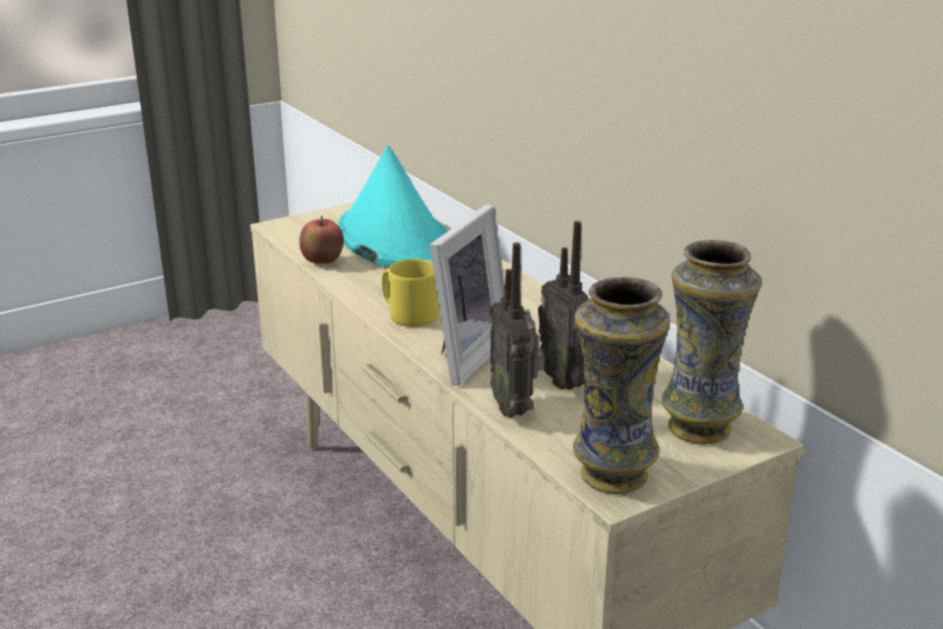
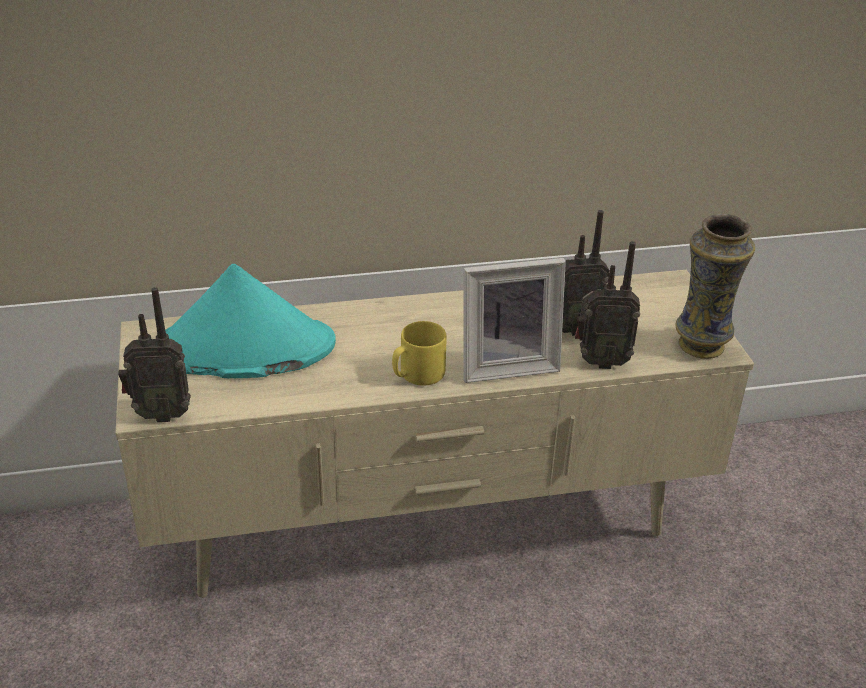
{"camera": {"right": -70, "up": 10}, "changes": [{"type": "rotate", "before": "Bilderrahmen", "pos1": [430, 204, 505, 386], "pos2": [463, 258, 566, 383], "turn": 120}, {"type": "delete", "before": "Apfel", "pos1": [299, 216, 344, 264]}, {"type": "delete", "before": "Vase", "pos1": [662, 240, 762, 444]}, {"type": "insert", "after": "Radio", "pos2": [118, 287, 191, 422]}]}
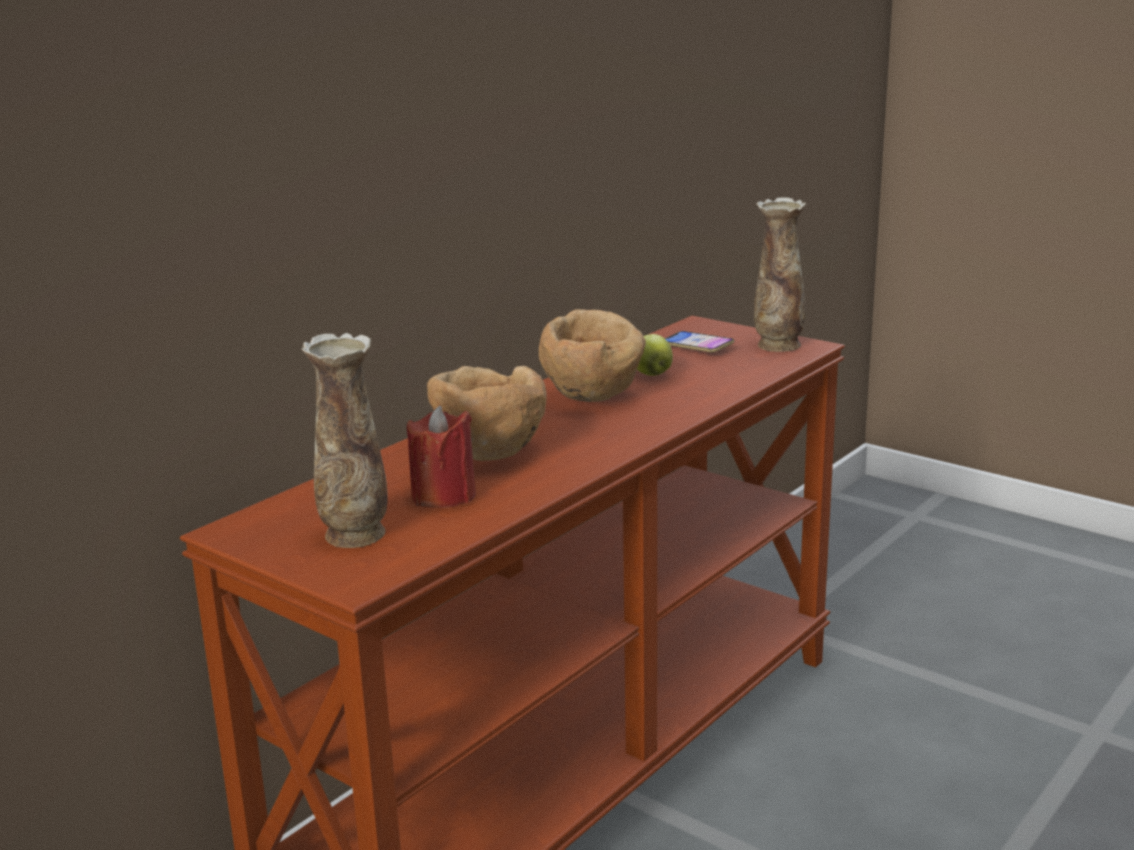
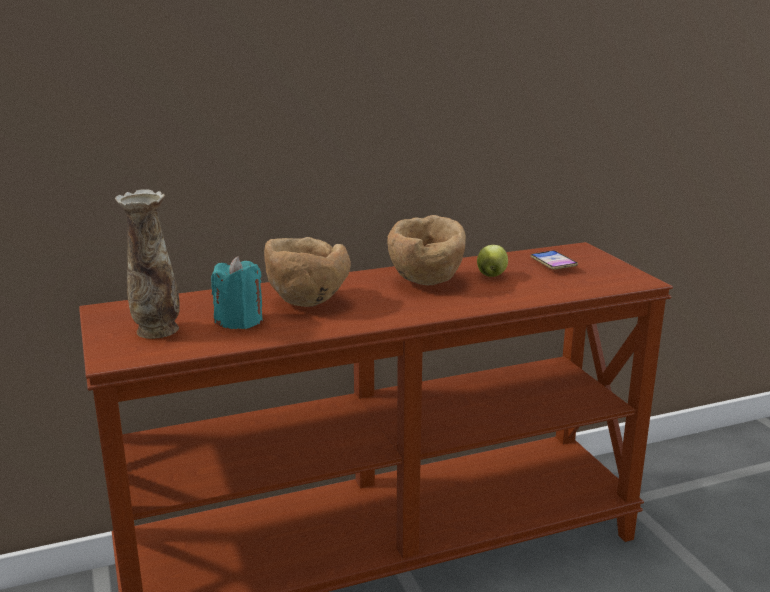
{"camera": {"right": 30, "up": 0}, "changes": [{"type": "delete", "before": "Vase", "pos1": [754, 197, 806, 352]}, {"type": "recolor", "before": "Kerze (rot)", "after": "Kerze (türkis)", "pos1": [407, 405, 476, 508], "pos2": [211, 256, 263, 329]}]}
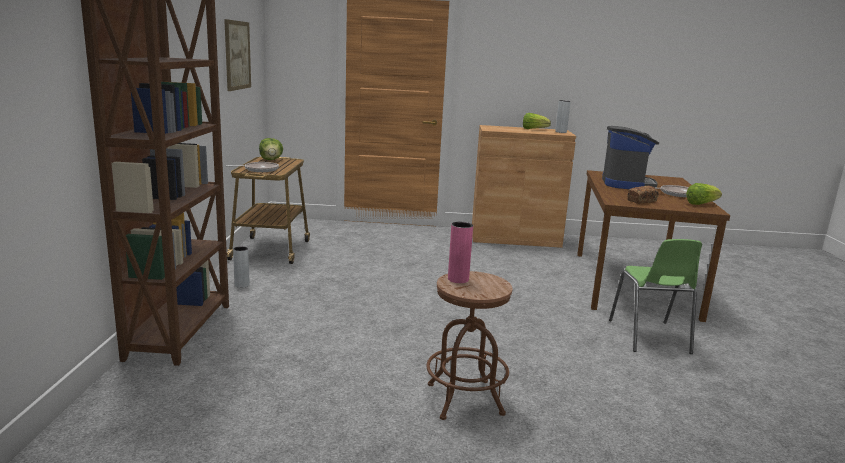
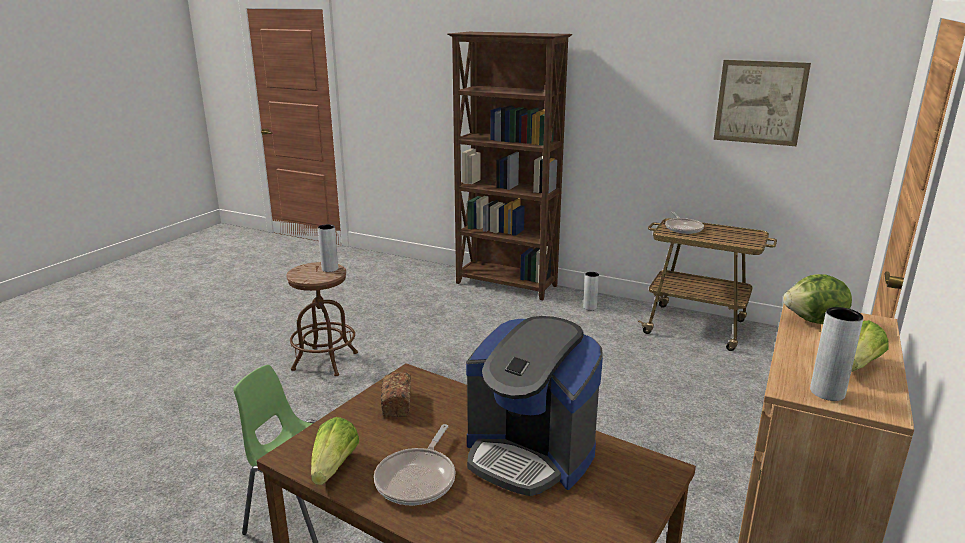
{"camera": {"right": 115, "up": 5}, "changes": [{"type": "move", "before": "Salatkopf", "pos1": [259, 138, 283, 160], "pos2": [783, 274, 852, 324]}, {"type": "recolor", "before": "Vase (rosa)", "after": "Vase (grau)", "pos1": [448, 222, 473, 283], "pos2": [318, 224, 338, 272]}]}
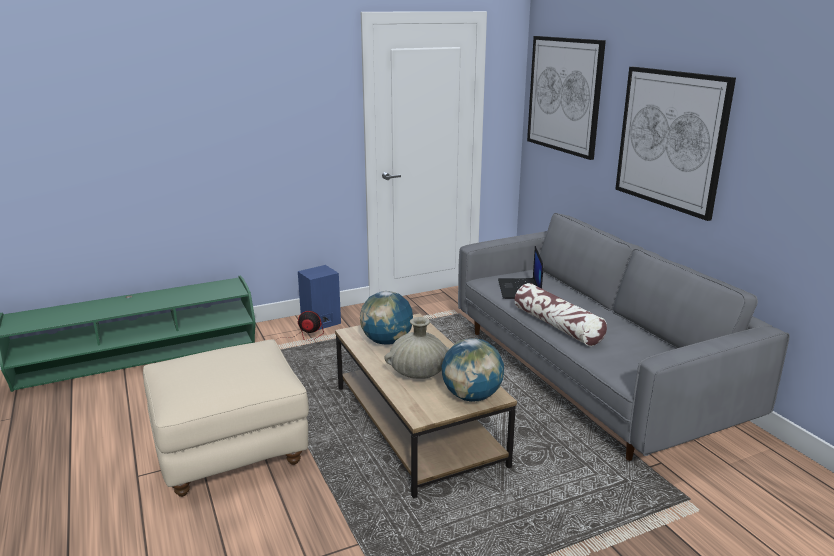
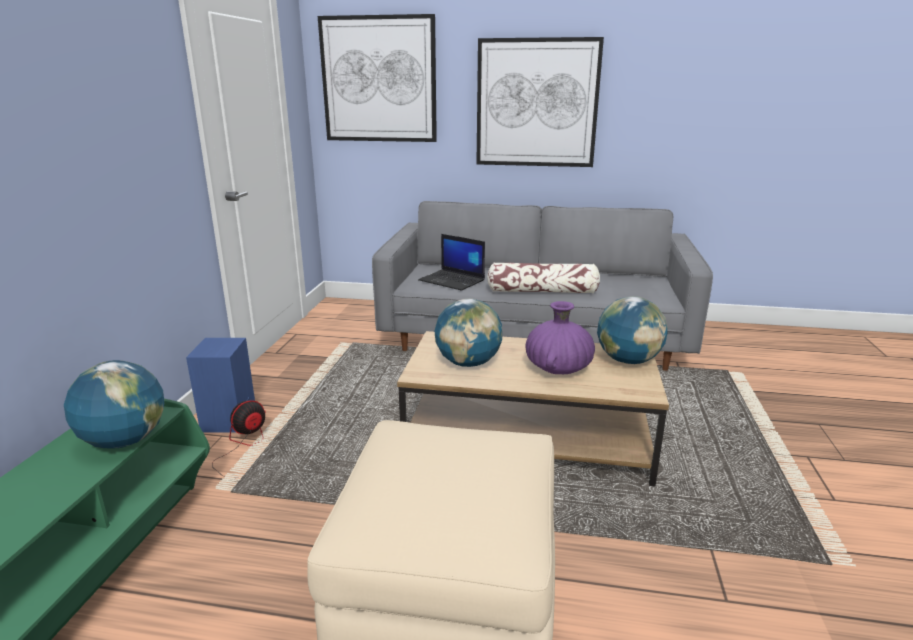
{"camera": {"right": -55, "up": 0}, "changes": [{"type": "recolor", "before": "Vase (beige)", "after": "Vase (lila)", "pos1": [384, 317, 450, 379], "pos2": [526, 301, 595, 374]}, {"type": "insert", "after": "Globus", "pos2": [64, 360, 164, 448]}]}
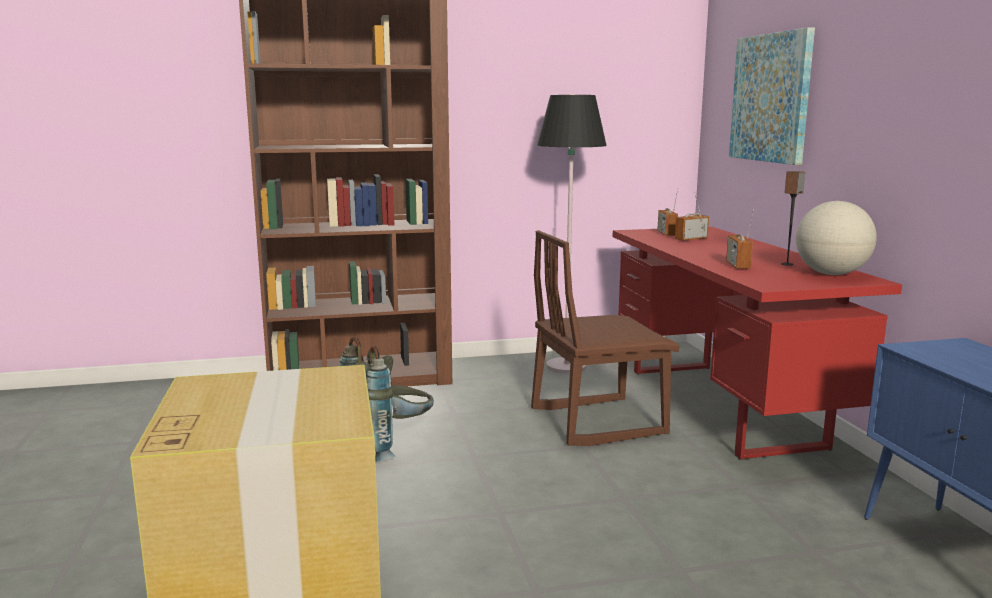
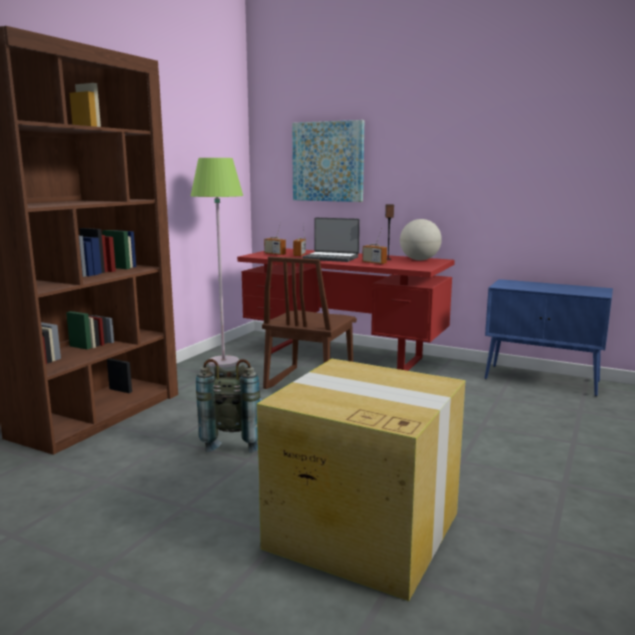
{"camera": {"right": -50, "up": 0}, "changes": [{"type": "recolor", "before": "Stehlampe (schwarz)", "after": "Stehlampe (grün)", "pos1": [537, 95, 607, 374], "pos2": [191, 158, 243, 368]}, {"type": "insert", "after": "Laptop", "pos2": [302, 217, 360, 262]}]}
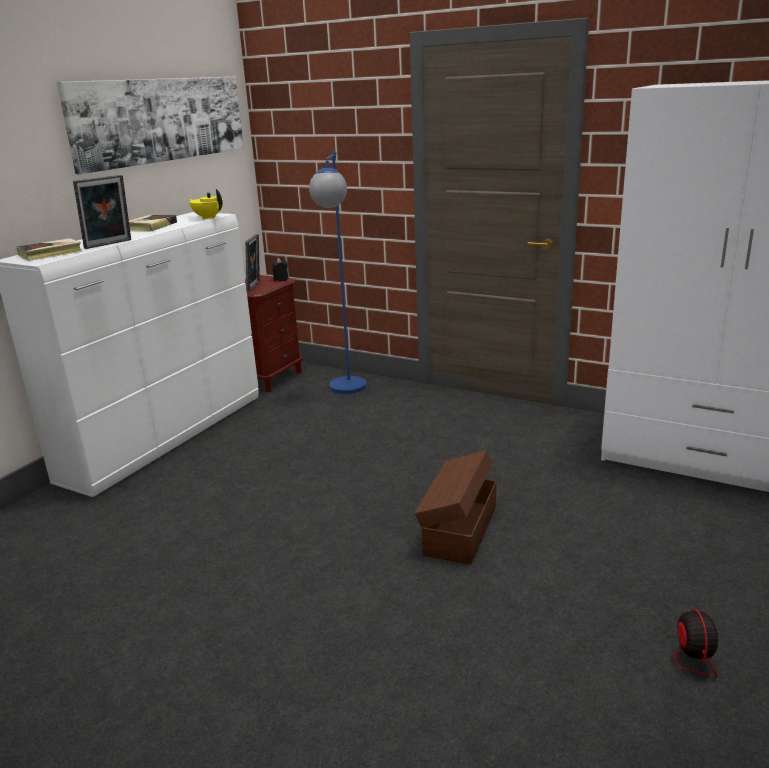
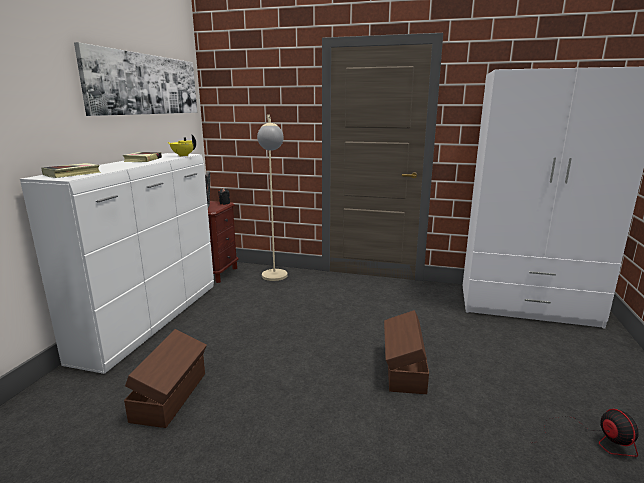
{"camera": {"right": -15, "up": -5}, "changes": [{"type": "recolor", "before": "Stehlampe (blau)", "after": "Stehlampe (beige)", "pos1": [309, 152, 367, 394], "pos2": [257, 114, 288, 281]}, {"type": "delete", "before": "Bilderrahmen", "pos1": [73, 175, 131, 249]}, {"type": "insert", "after": "Aufbewahrungsbox (braun)", "pos2": [124, 329, 207, 428]}]}
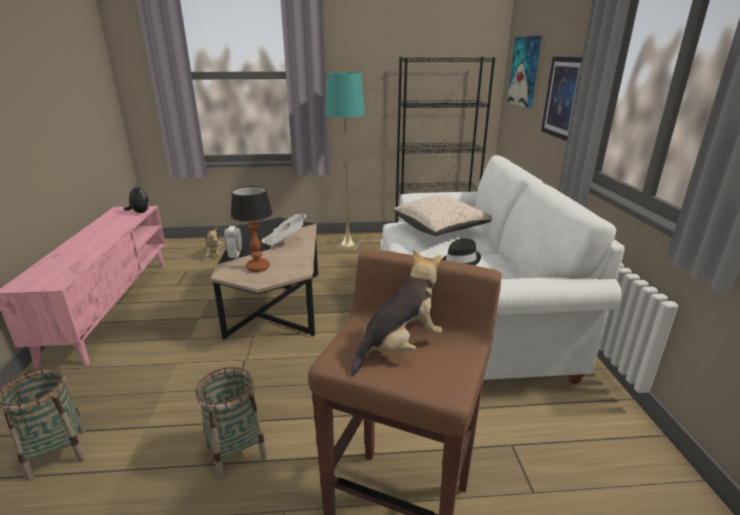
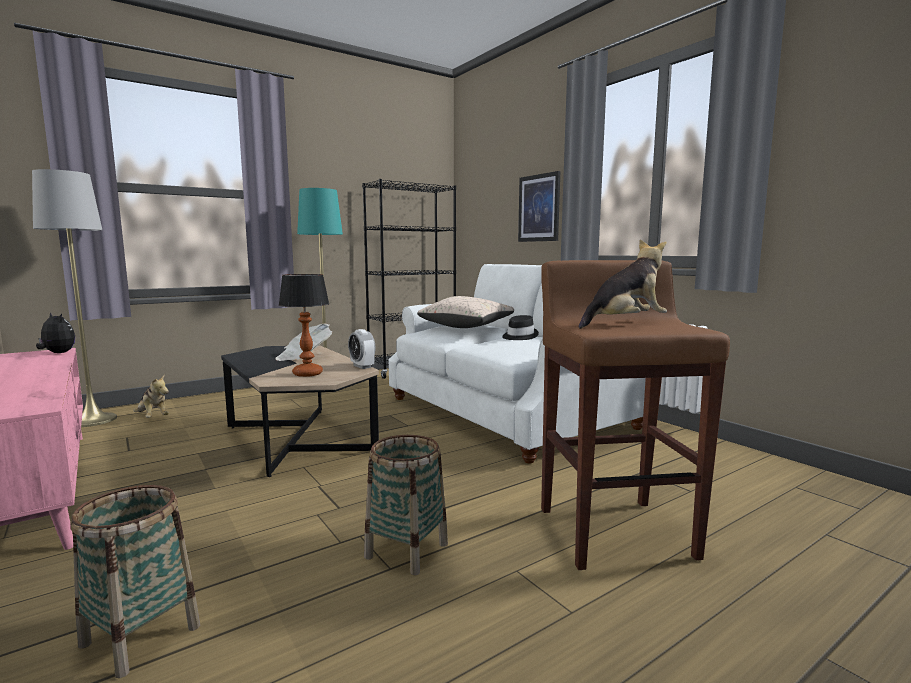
{"camera": {"right": -30, "up": -15}, "changes": [{"type": "delete", "before": "Bild", "pos1": [507, 36, 542, 108]}, {"type": "move", "before": "Wecker", "pos1": [224, 226, 242, 259], "pos2": [348, 329, 376, 369]}, {"type": "rotate", "before": "Plüschtier", "pos1": [351, 250, 442, 376], "pos2": [579, 239, 667, 329], "turn": 45}, {"type": "insert", "after": "Stehlampe (grau)", "pos2": [32, 169, 117, 427]}]}
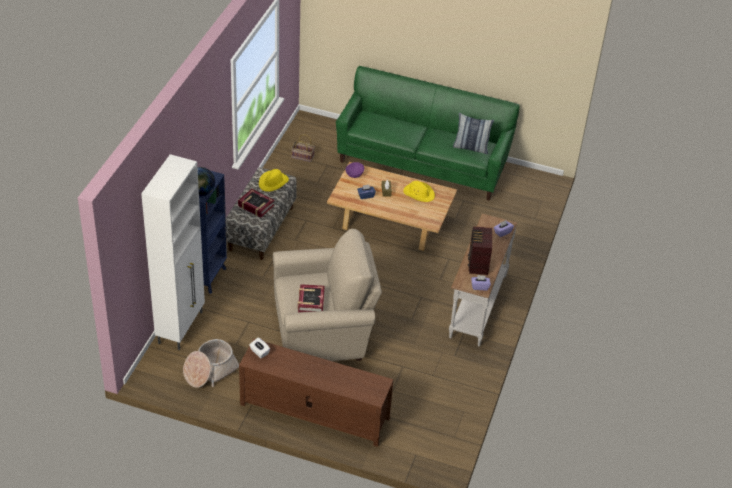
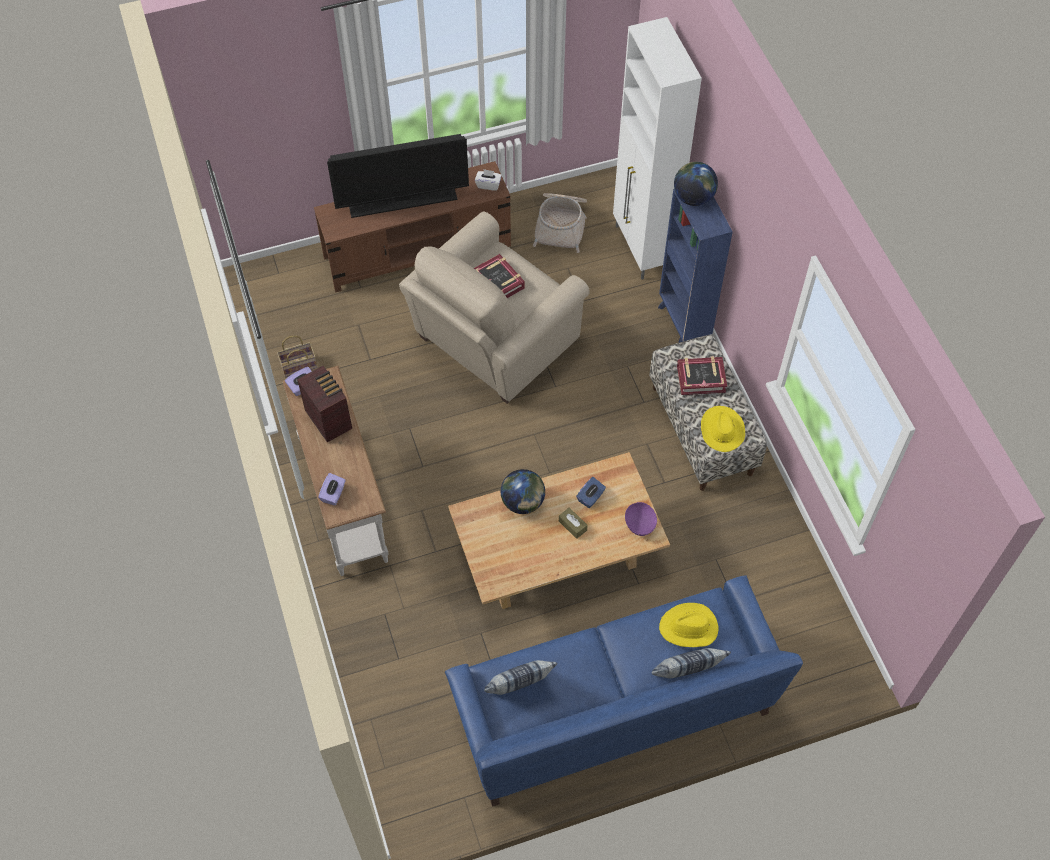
{"camera": {"right": 145, "up": 15}, "changes": [{"type": "recolor", "before": "Sofa (grün)", "after": "Sofa (blau)", "pos1": [336, 66, 520, 201], "pos2": [445, 575, 803, 807]}, {"type": "move", "before": "Korb", "pos1": [291, 134, 315, 162], "pos2": [277, 335, 317, 377]}, {"type": "move", "before": "Hut (gelb)", "pos1": [403, 181, 435, 202], "pos2": [659, 603, 718, 647]}, {"type": "insert", "after": "Fernseher", "pos2": [327, 134, 469, 218]}, {"type": "insert", "after": "Globus", "pos2": [501, 469, 545, 514]}, {"type": "insert", "after": "Kissen", "pos2": [652, 648, 731, 678]}]}
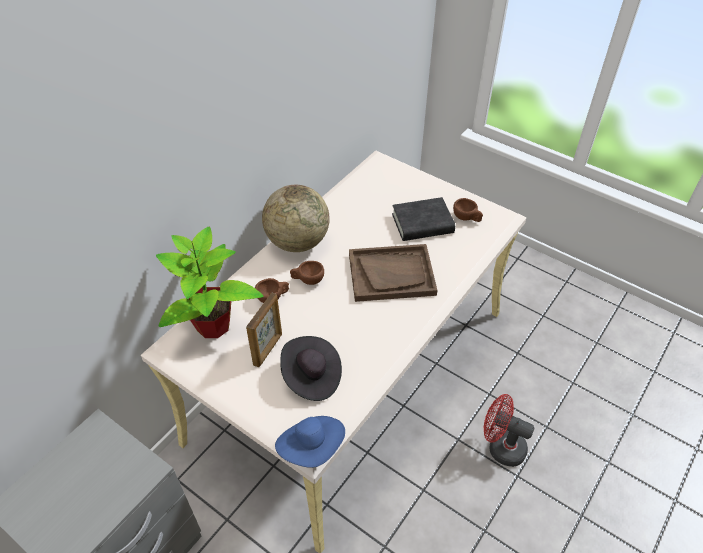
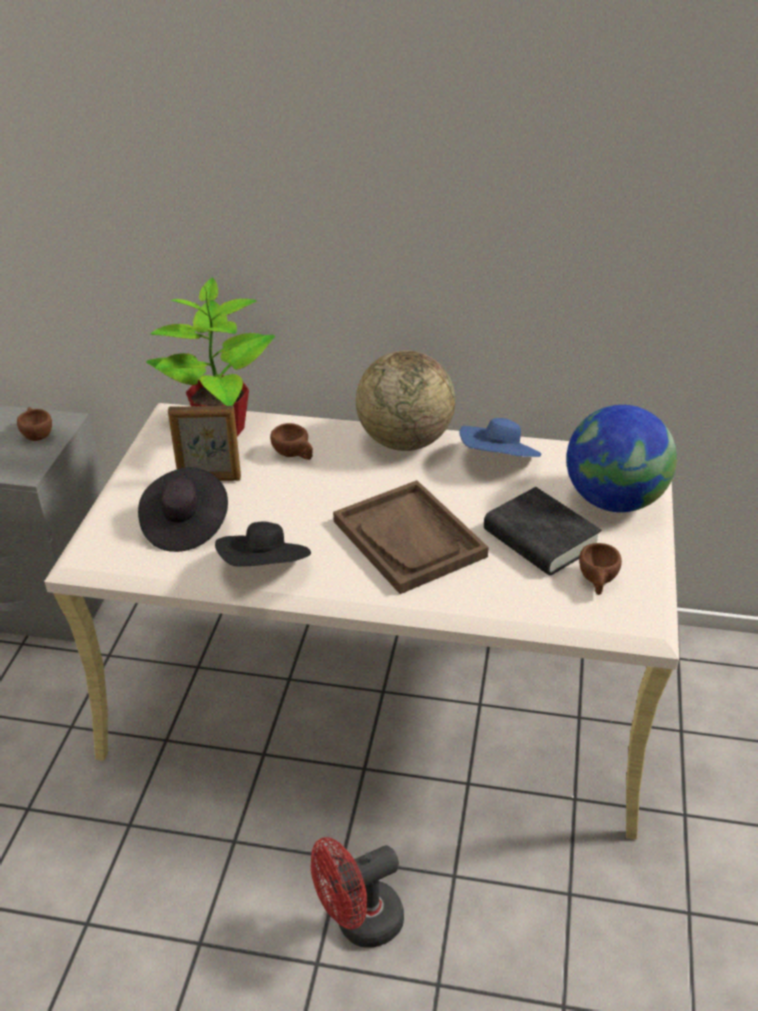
{"camera": {"right": 65, "up": -10}, "changes": [{"type": "move", "before": "Tasse (braun)", "pos1": [290, 261, 324, 285], "pos2": [17, 407, 52, 441]}, {"type": "rotate", "before": "Ventilator (rot)", "pos1": [484, 394, 534, 467], "pos2": [311, 837, 404, 948], "turn": -120}, {"type": "move", "before": "Hut (blau)", "pos1": [275, 416, 345, 468], "pos2": [459, 418, 541, 457]}, {"type": "insert", "after": "Globus", "pos2": [566, 405, 677, 512]}, {"type": "insert", "after": "Hut (schwarz)", "pos2": [215, 521, 311, 567]}]}
